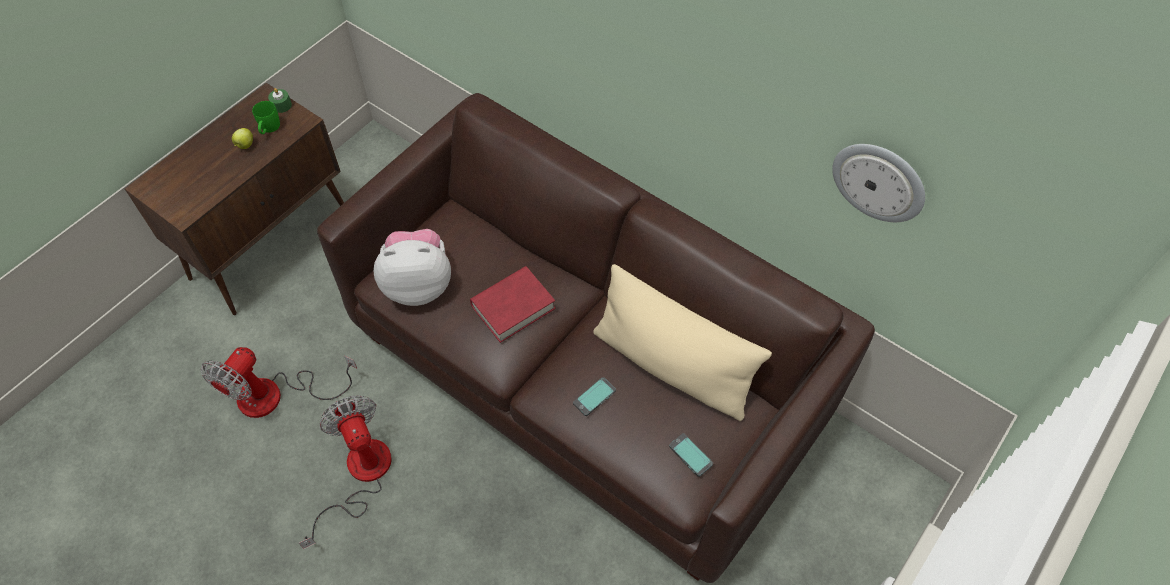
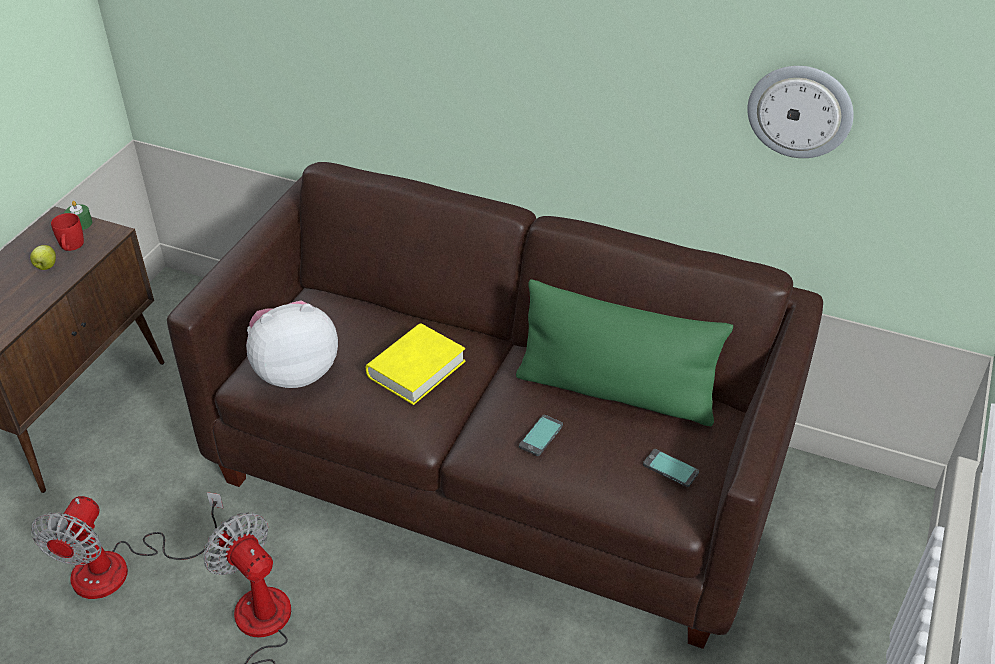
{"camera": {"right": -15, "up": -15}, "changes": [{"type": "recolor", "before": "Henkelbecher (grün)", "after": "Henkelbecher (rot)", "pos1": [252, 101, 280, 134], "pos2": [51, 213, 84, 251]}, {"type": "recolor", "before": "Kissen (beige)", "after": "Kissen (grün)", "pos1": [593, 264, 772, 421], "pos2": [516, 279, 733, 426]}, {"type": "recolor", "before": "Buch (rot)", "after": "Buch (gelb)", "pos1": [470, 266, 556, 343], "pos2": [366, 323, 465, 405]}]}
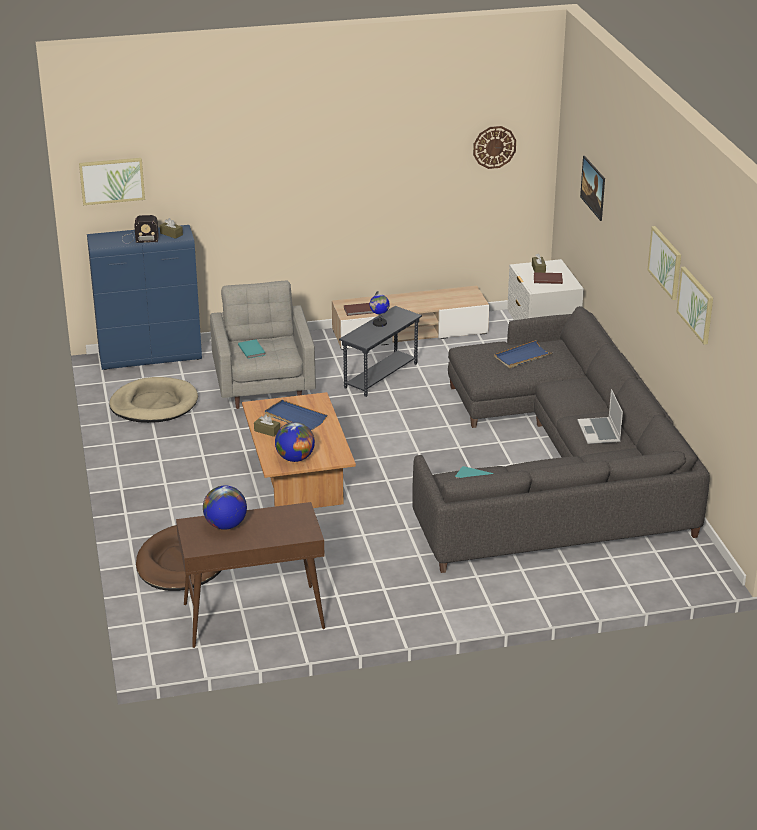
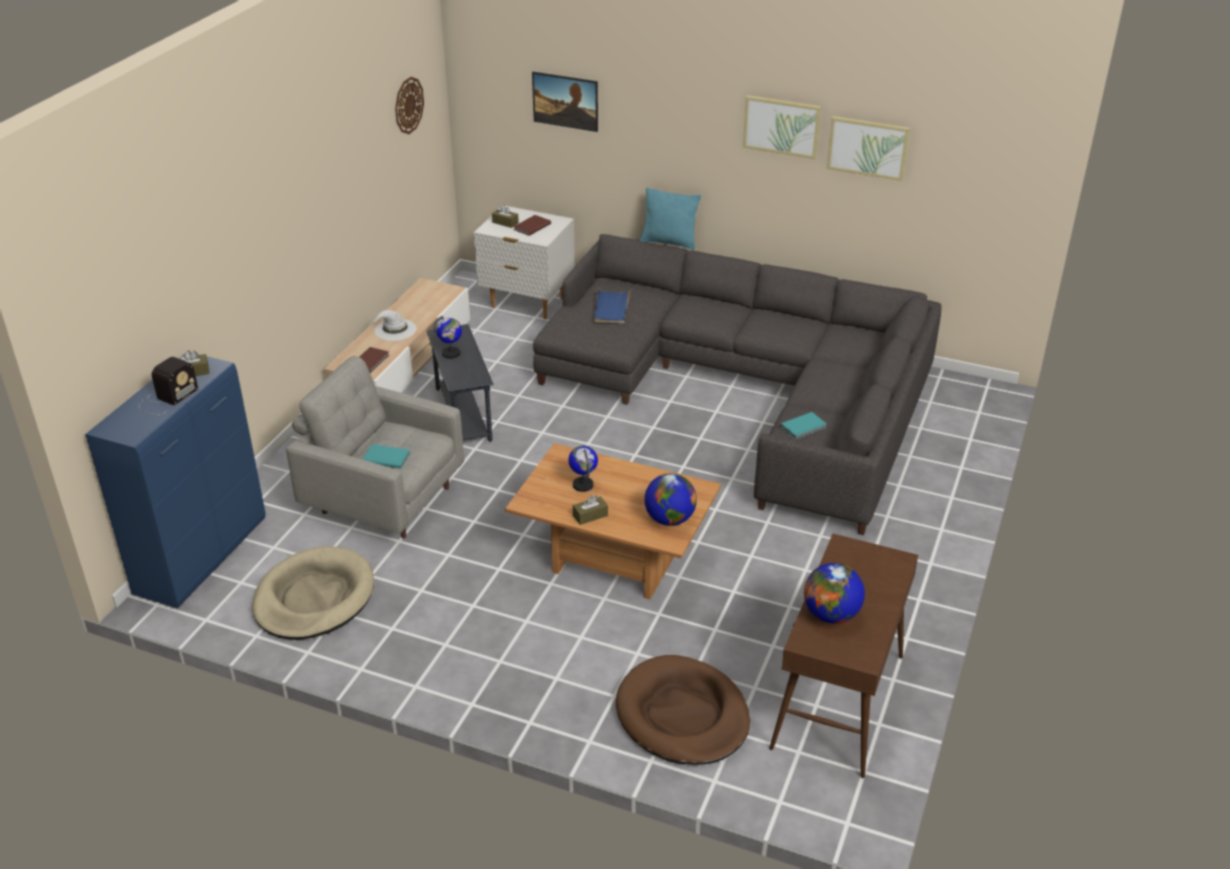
{"camera": {"right": -55, "up": 5}, "changes": [{"type": "delete", "before": "Bild", "pos1": [79, 158, 145, 205]}, {"type": "delete", "before": "Laptop", "pos1": [577, 389, 623, 444]}, {"type": "replace", "before": "Tablett (blau)", "after": "Globus", "pos1": [265, 400, 327, 430], "pos2": [569, 445, 598, 492]}, {"type": "insert", "after": "Kissen (türkis)", "pos2": [640, 187, 701, 250]}, {"type": "insert", "after": "Hut (weiß)", "pos2": [369, 310, 417, 341]}]}
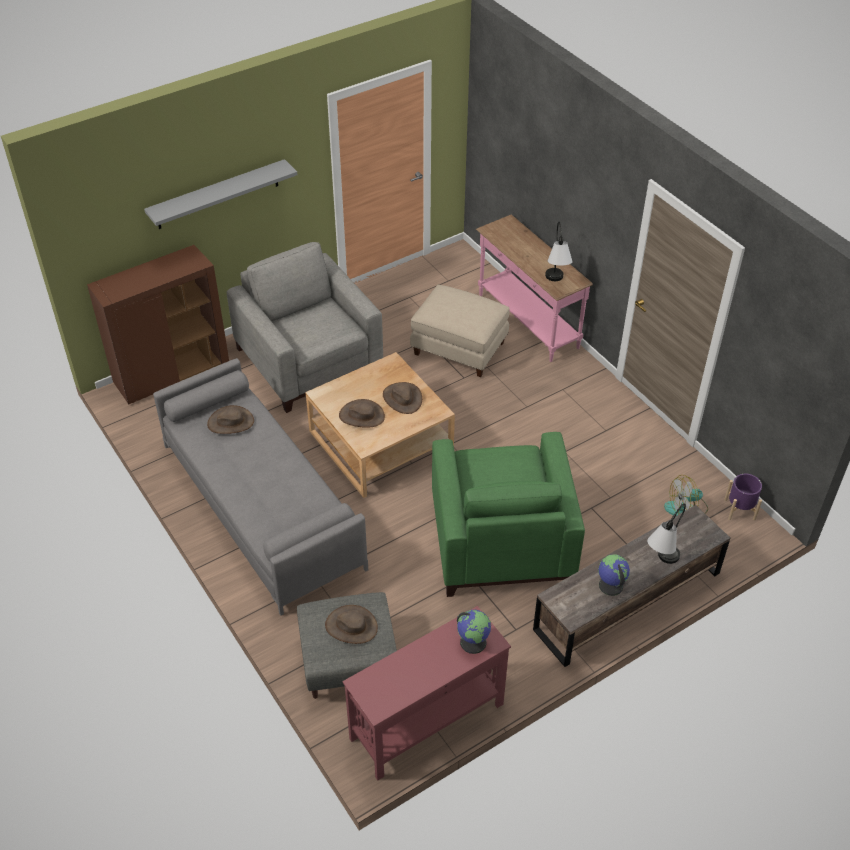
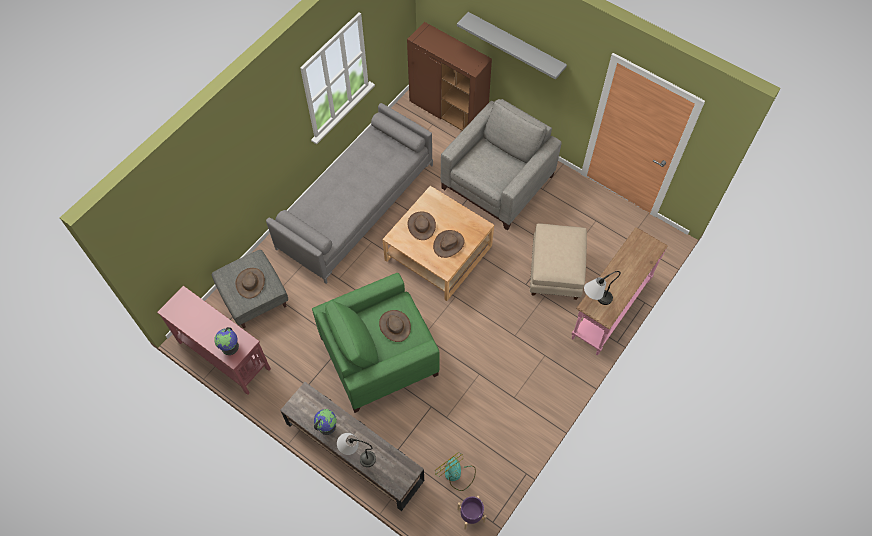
{"camera": {"right": 70, "up": 15}, "changes": [{"type": "move", "before": "Hut (braun)", "pos1": [207, 405, 254, 434], "pos2": [379, 310, 411, 342]}]}
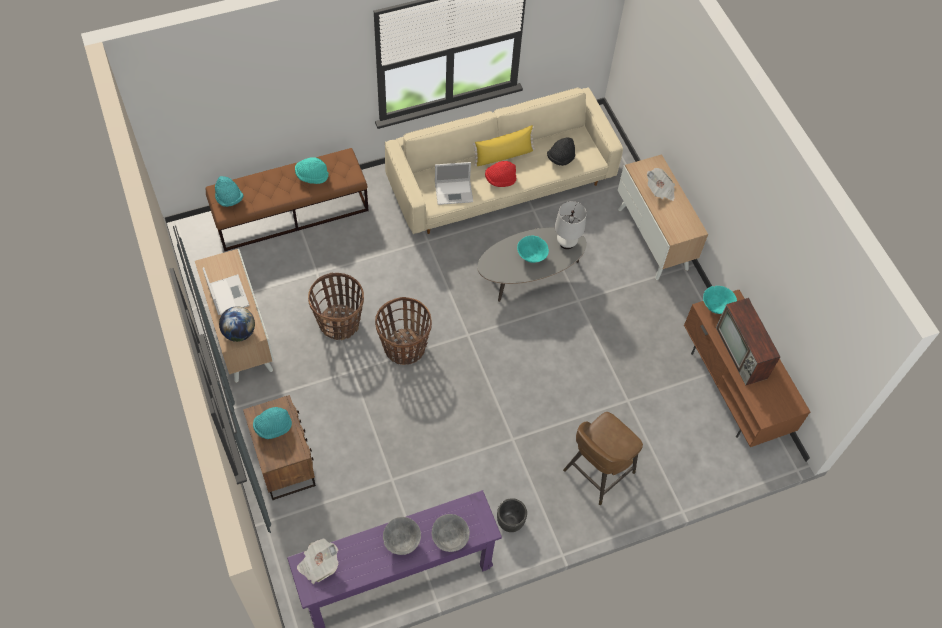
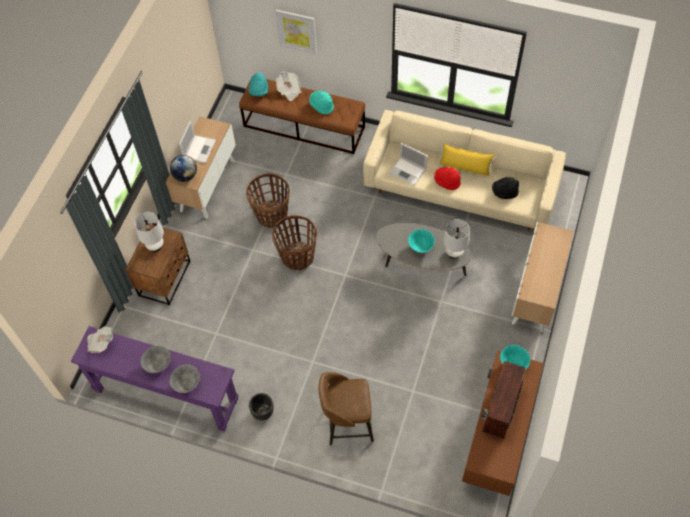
{"camera": {"right": 45, "up": 0}, "changes": [{"type": "move", "before": "Zeitung", "pos1": [647, 168, 675, 201], "pos2": [276, 71, 302, 101]}, {"type": "replace", "before": "Hut (türkis)", "after": "Tischlampe (weiß)", "pos1": [253, 407, 292, 439], "pos2": [134, 212, 164, 252]}, {"type": "insert", "after": "Bild", "pos2": [276, 9, 317, 54]}]}
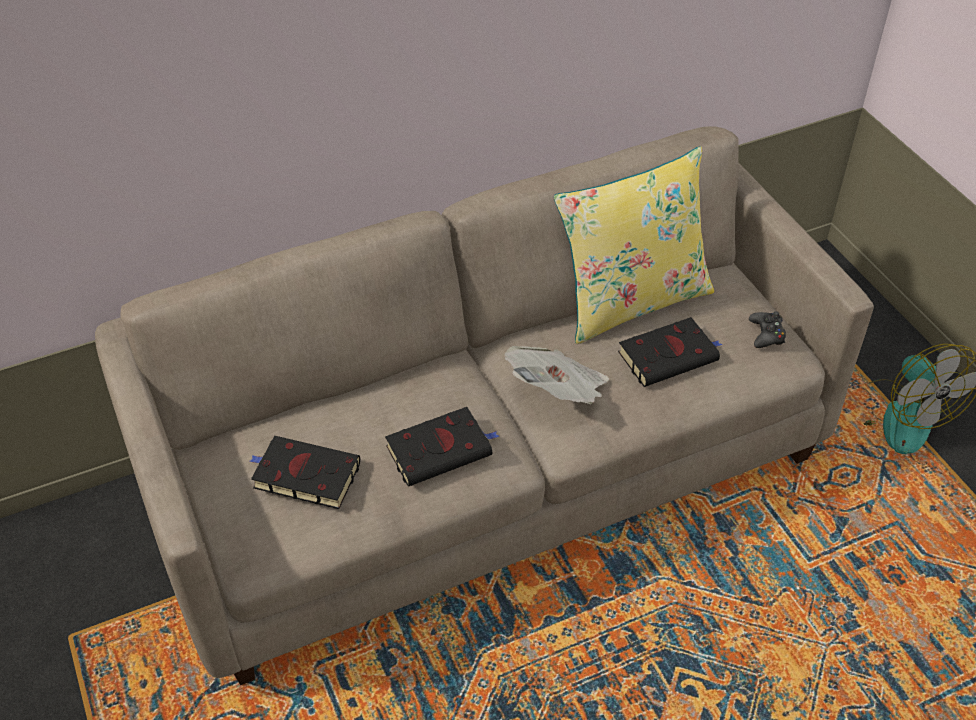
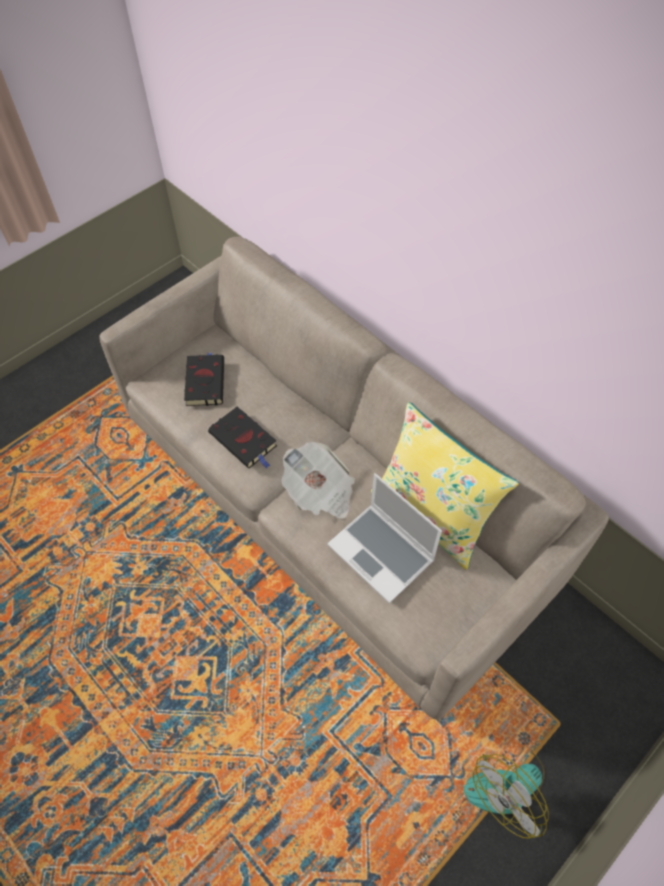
{"camera": {"right": 70, "up": 10}, "changes": [{"type": "delete", "before": "Gamepad (schwarz)", "pos1": [749, 311, 786, 348]}, {"type": "replace", "before": "Buch (schwarz)", "after": "Laptop", "pos1": [618, 317, 722, 387], "pos2": [327, 473, 442, 604]}]}
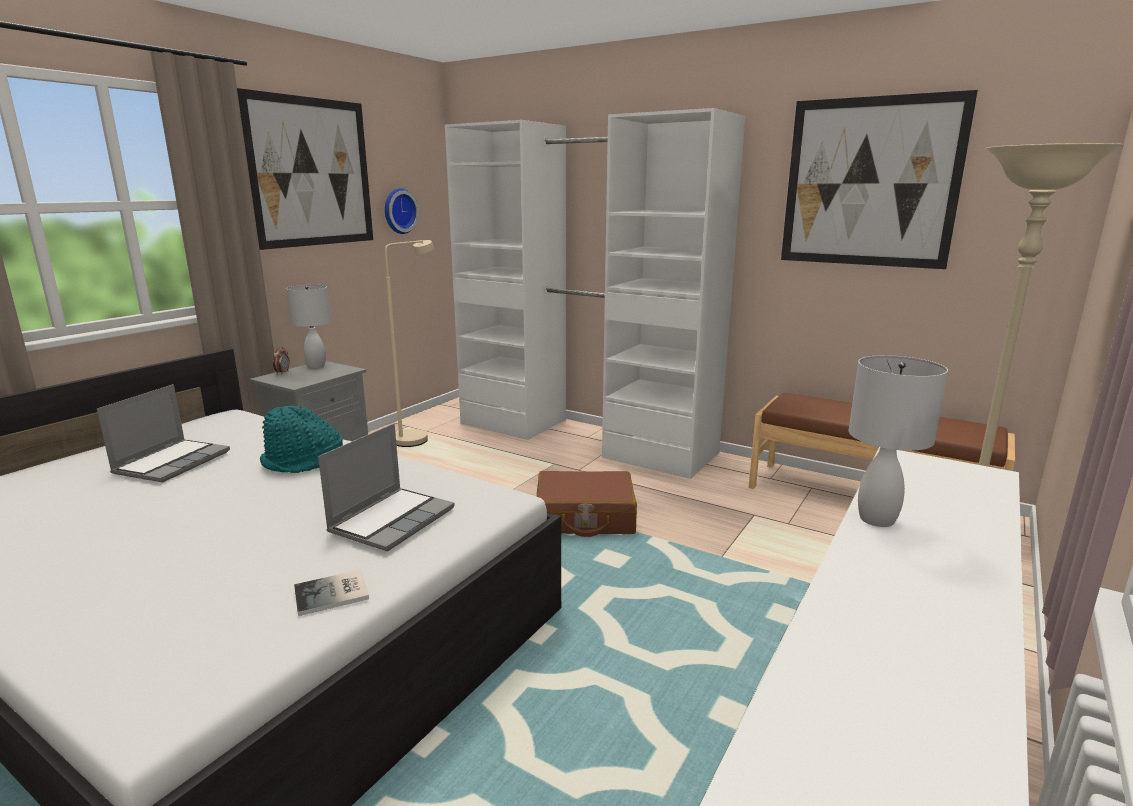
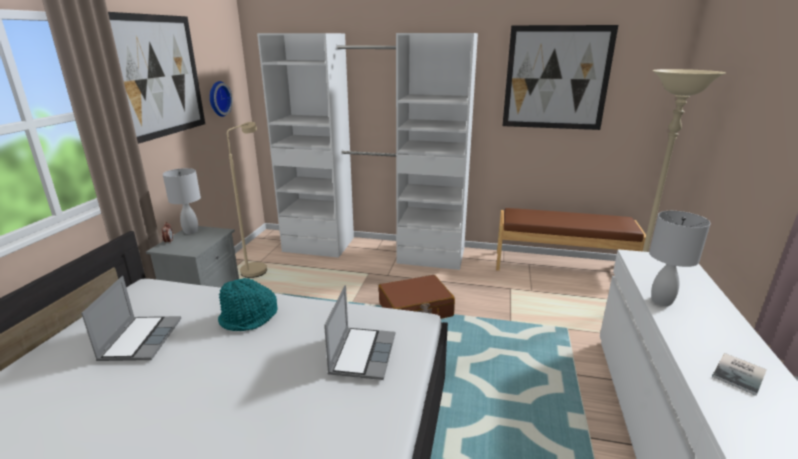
{"camera": {"right": -20, "up": 5}, "changes": [{"type": "move", "before": "Buch", "pos1": [294, 570, 369, 616], "pos2": [712, 353, 767, 396]}]}
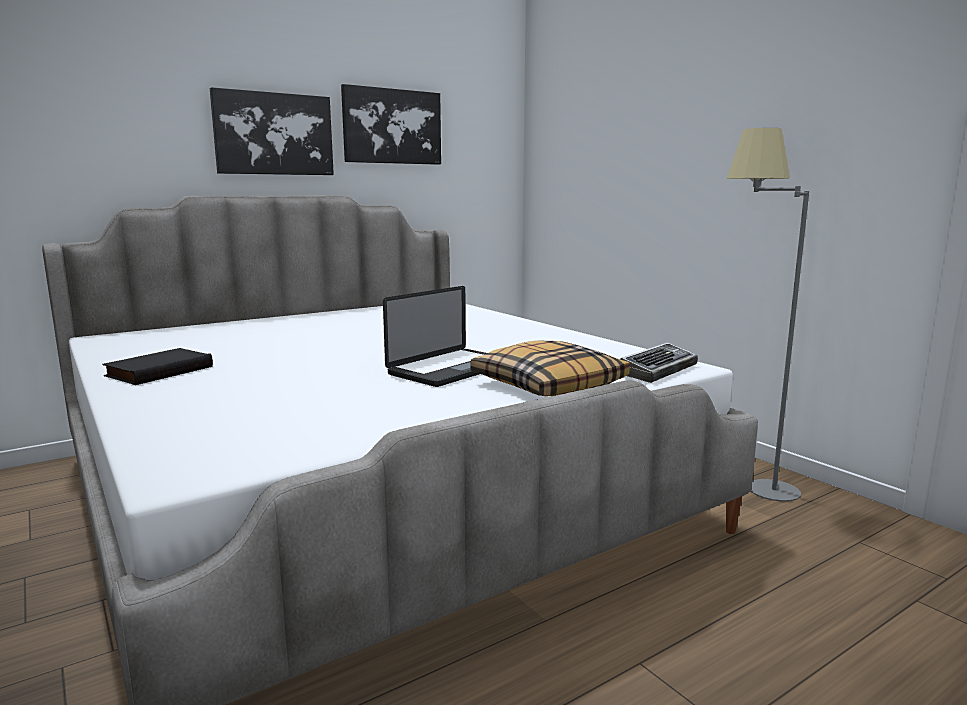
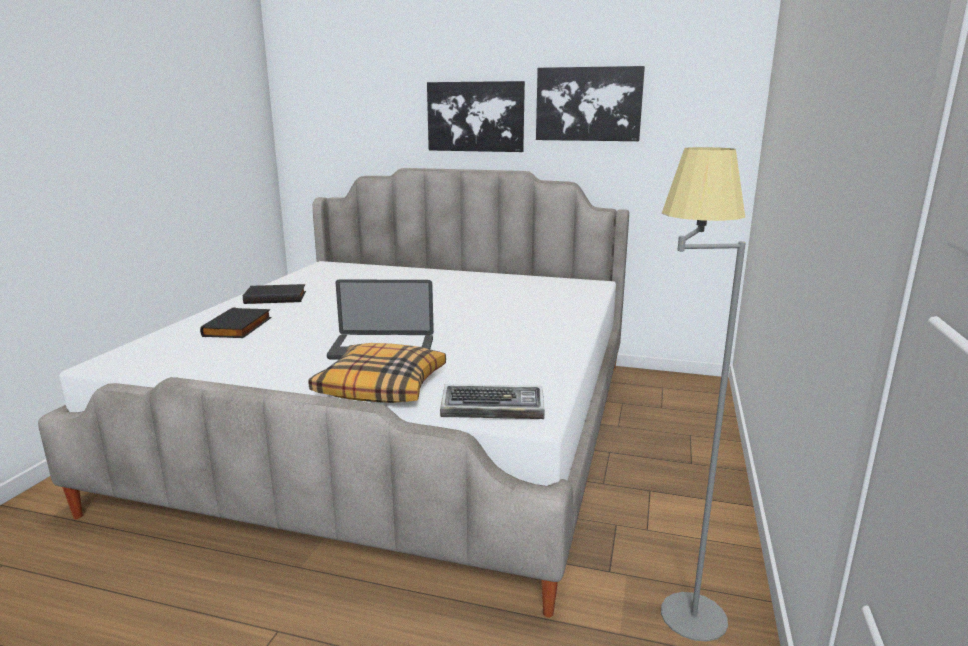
{"camera": {"right": 50, "up": 5}, "changes": [{"type": "insert", "after": "Buch (schwarz)", "pos2": [200, 307, 271, 338]}]}
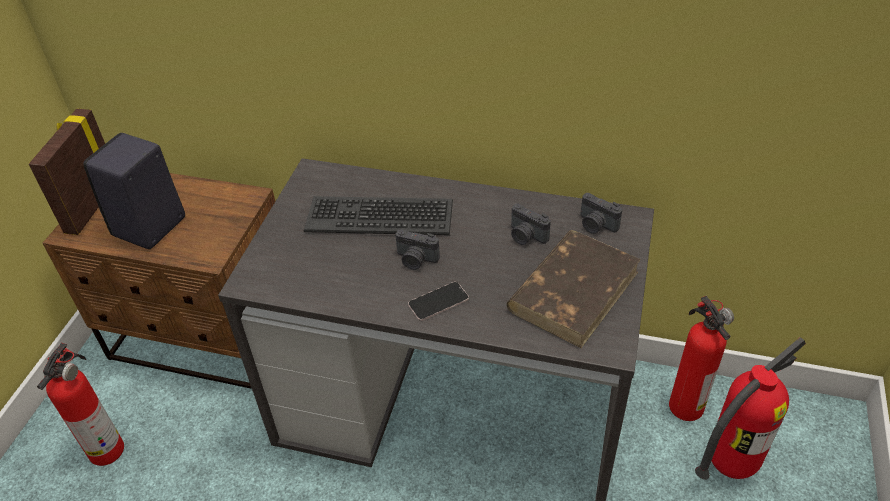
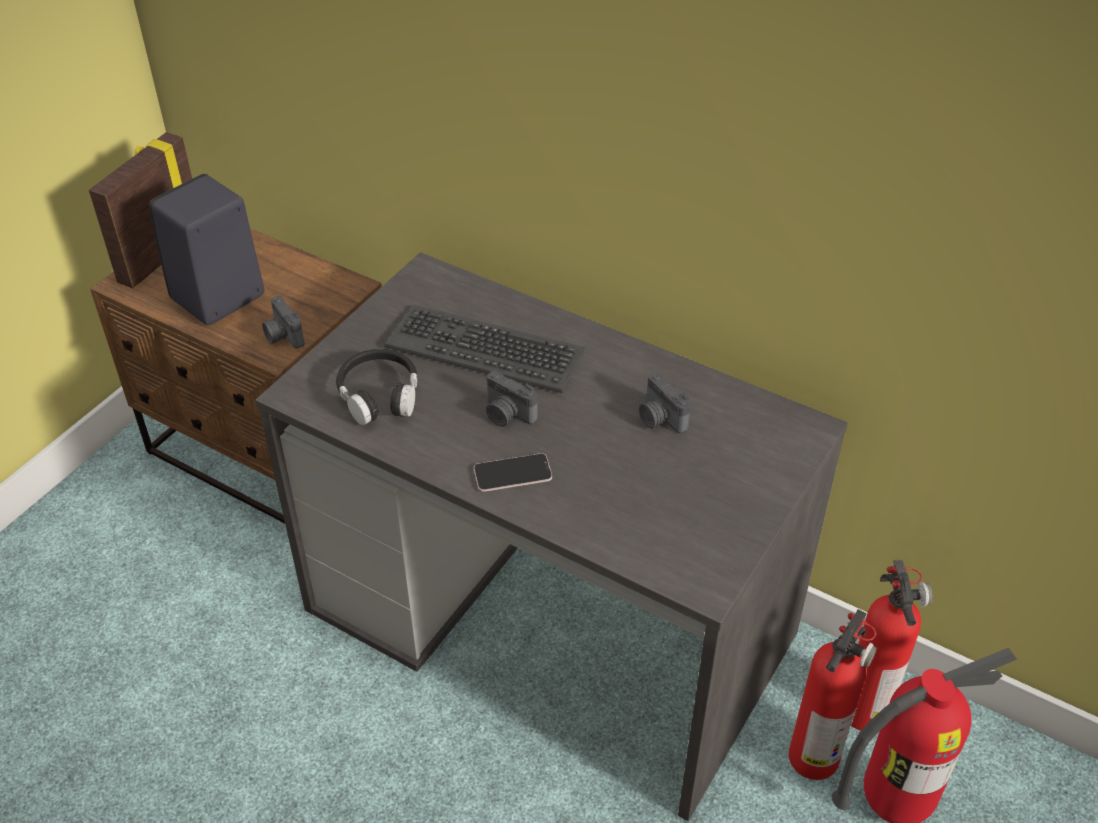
{"camera": {"right": 15, "up": 0}, "changes": [{"type": "move", "before": "Kamera", "pos1": [580, 193, 622, 234], "pos2": [262, 296, 305, 348]}, {"type": "delete", "before": "Buch (braun)", "pos1": [507, 230, 641, 348]}, {"type": "move", "before": "Feuerlöscher", "pos1": [37, 343, 124, 466], "pos2": [789, 609, 877, 780]}, {"type": "insert", "after": "Kopfhörer (schwarz)", "pos2": [336, 349, 417, 425]}]}
